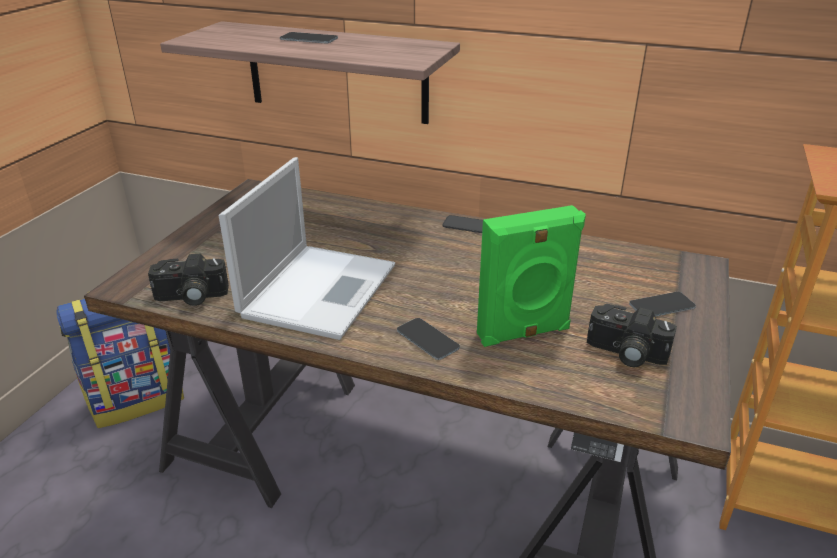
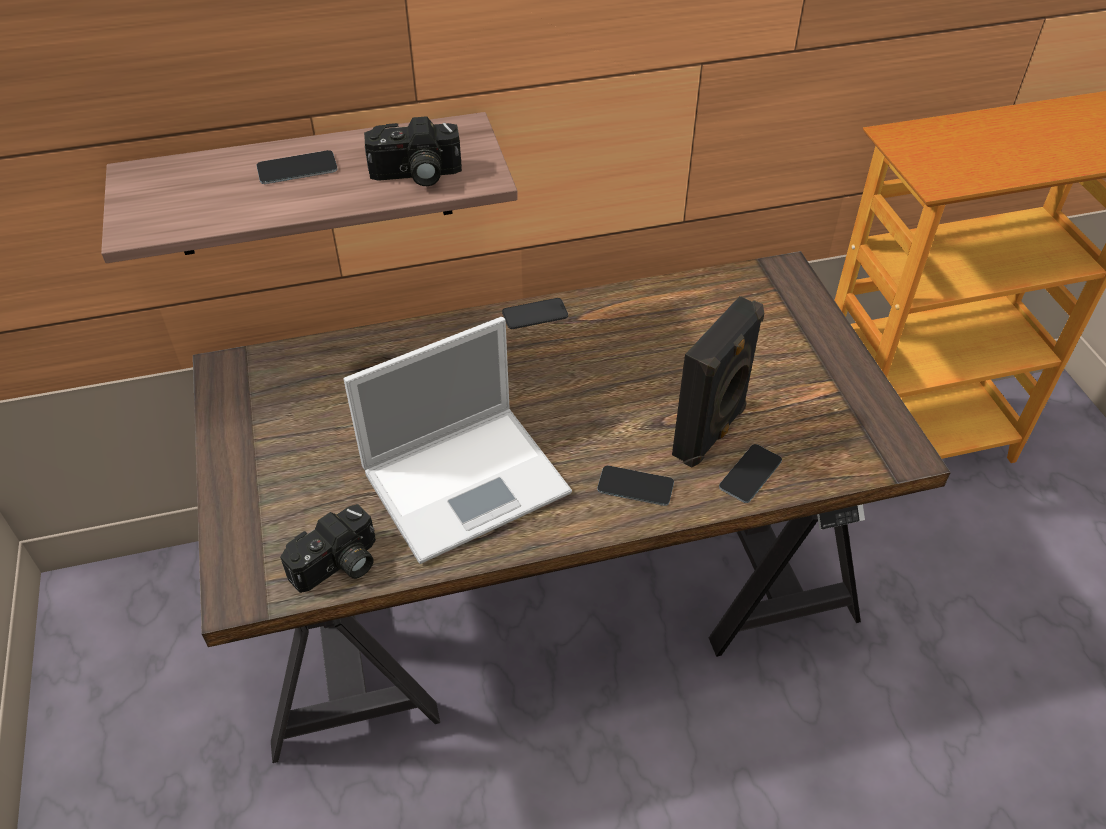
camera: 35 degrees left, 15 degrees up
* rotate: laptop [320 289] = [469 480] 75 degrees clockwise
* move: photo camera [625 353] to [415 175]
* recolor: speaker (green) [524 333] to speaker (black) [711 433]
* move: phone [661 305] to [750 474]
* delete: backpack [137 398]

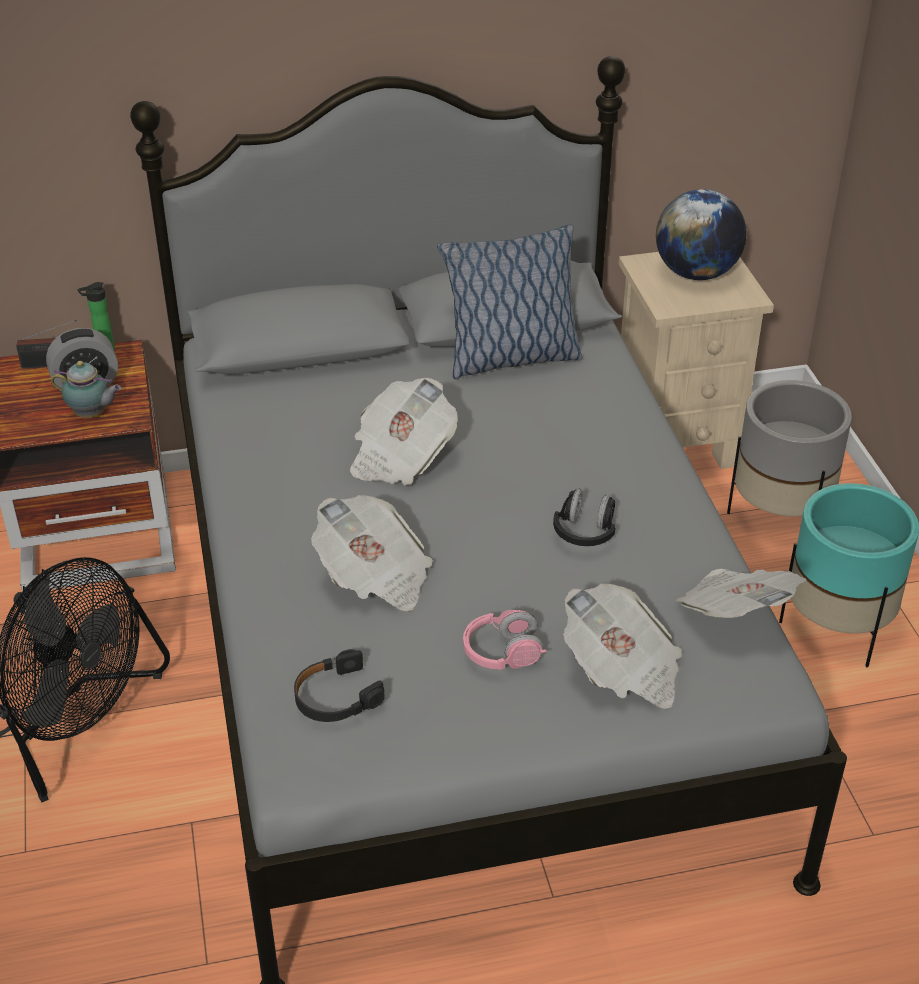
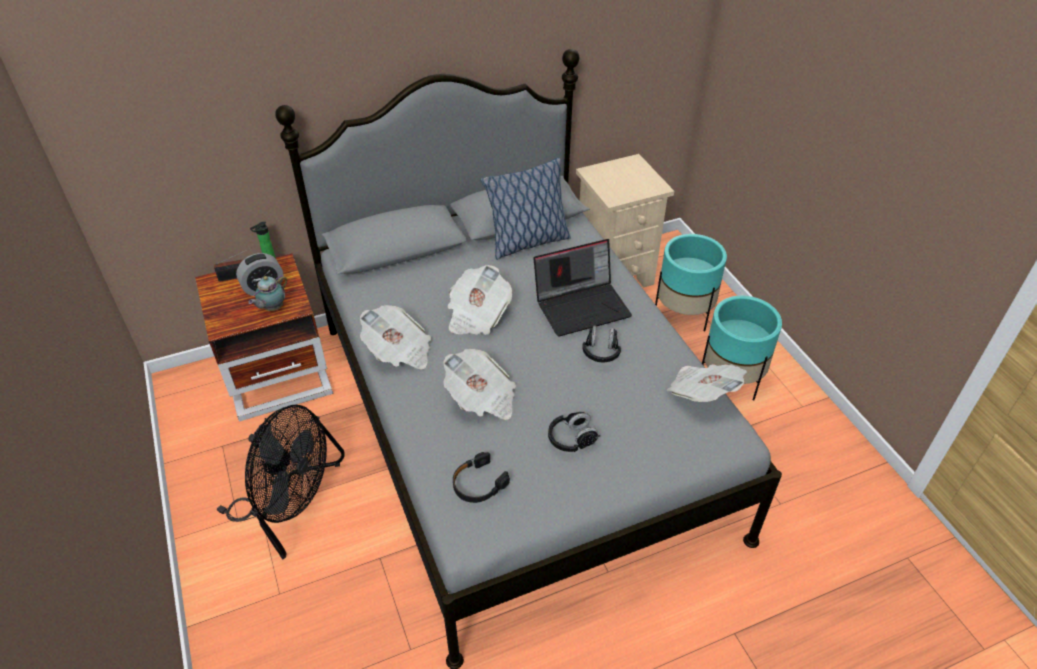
camera: 10 degrees left, 5 degrees up
* rotate: teapot [92 415] = [272 308] 120 degrees clockwise
* move: newspaper [622 670] to [399 351]
* insert: laptop [582 306]
* recolor: headphones (pink) [502 654] to headphones (black) [572 439]
* recolor: planter (grey) [779 517] to planter (turquoise) [683 313]
* delete: globe [696 273]

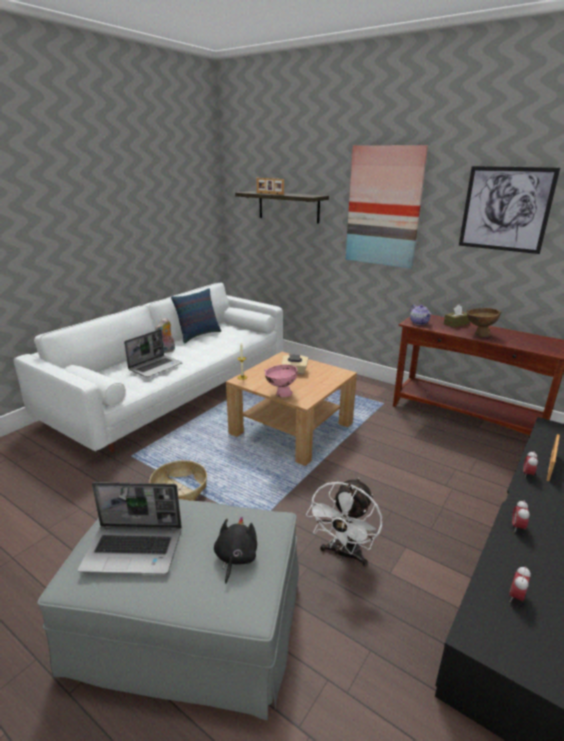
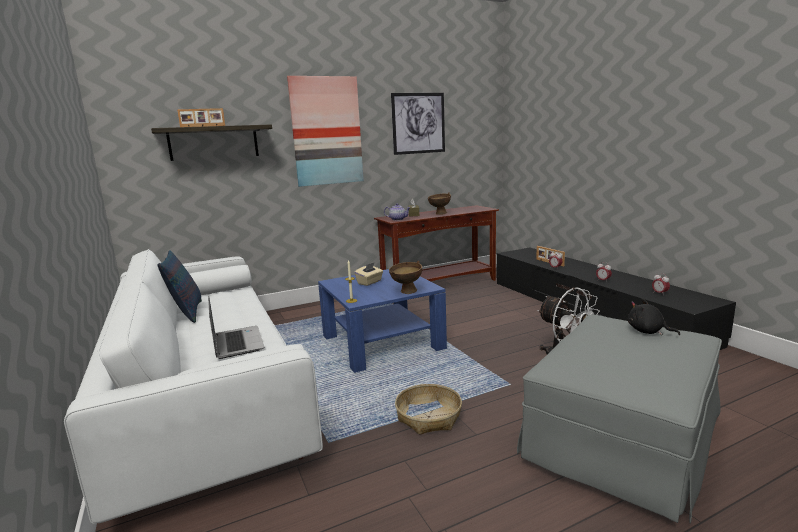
camera: 60 degrees left, 10 degrees down
* recolor: coffee table (brown) [291 428] to coffee table (blue) [382 342]
* recolor: bowl (pink) [280 393] to bowl (brown) [406 292]
* delete: laptop [134 549]
* delete: plush toy [167 351]

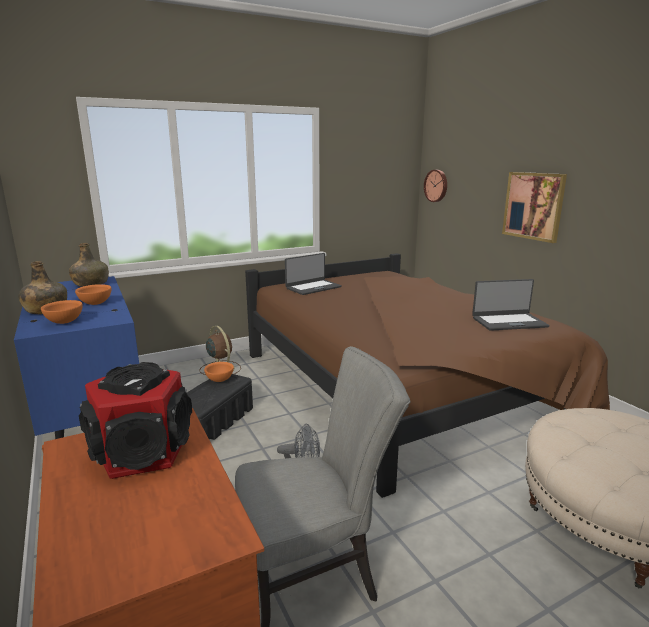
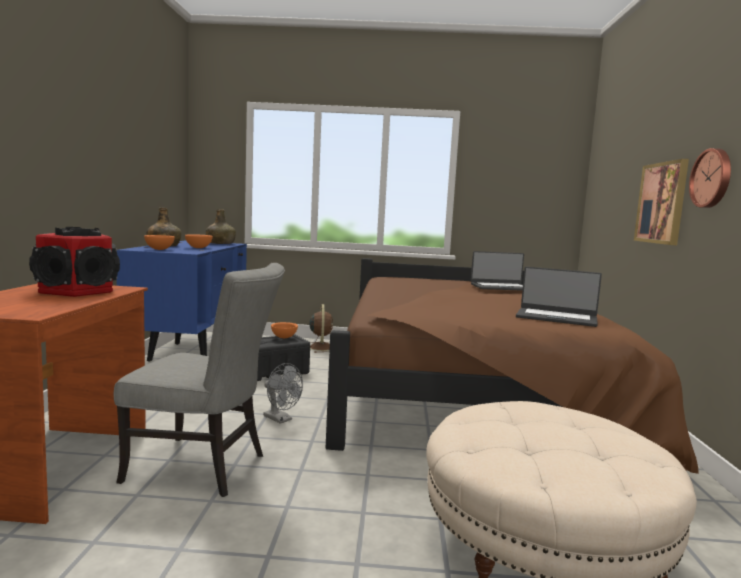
camera: 30 degrees right, 10 degrees down
* move: laptop [313 287] to [501 287]
* move: wall clock [436 185] to [712 178]

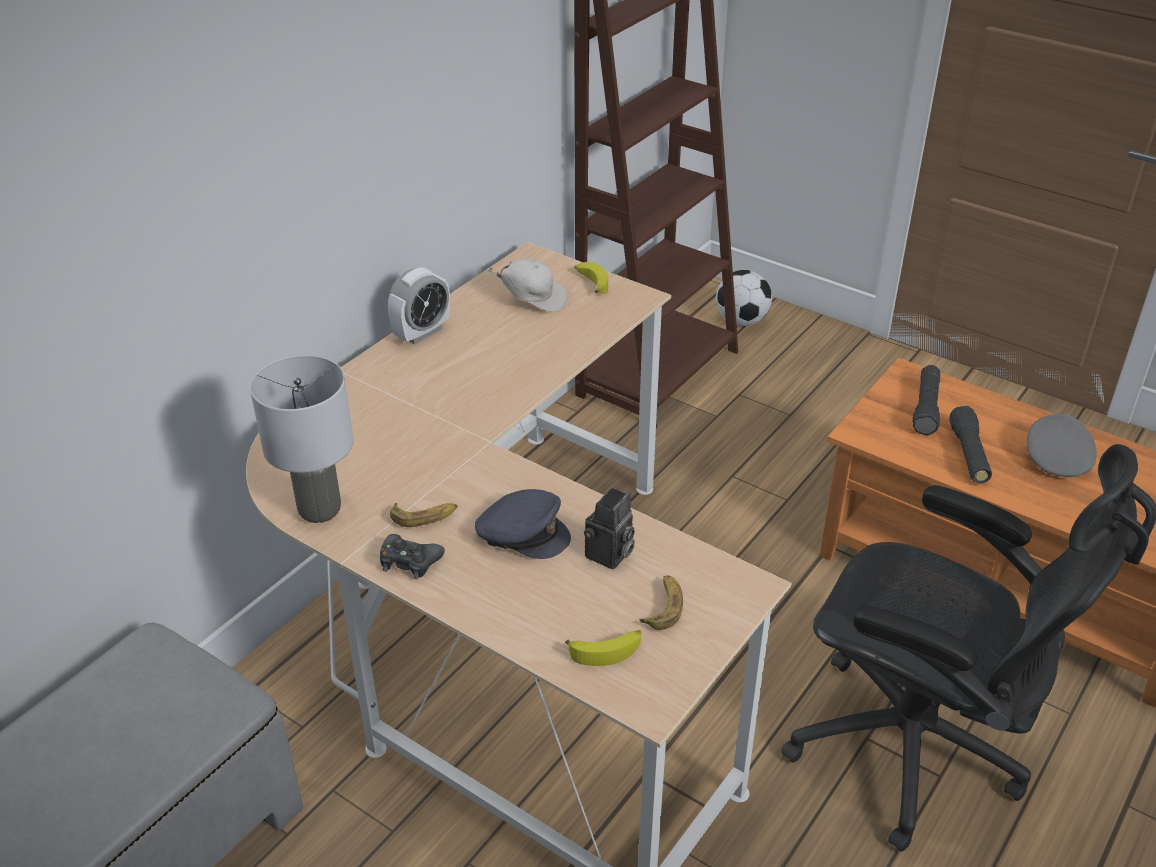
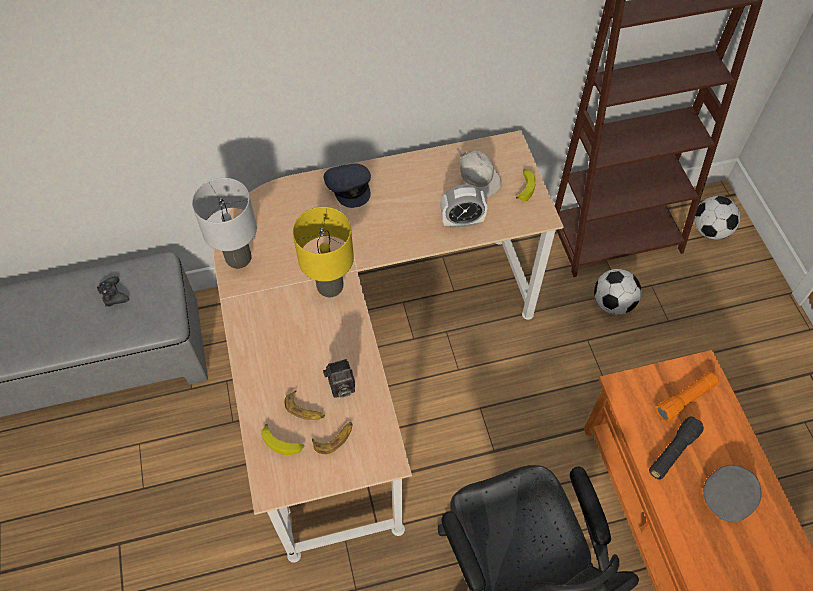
camera: 40 degrees right, 20 degrees up
* move: game controller (black) [409 561] to [113 295]
* move: banana [424 516] to [304 409]
* insert: table lamp (yellow) [330 289]
* move: cap (grey) [523 533] to [349 187]
* move: alarm clock [421 333] to [462 221]
* insert: football [612 303]
* recolor: flashlight (black) [926 408] to flashlight (orange) [685 399]

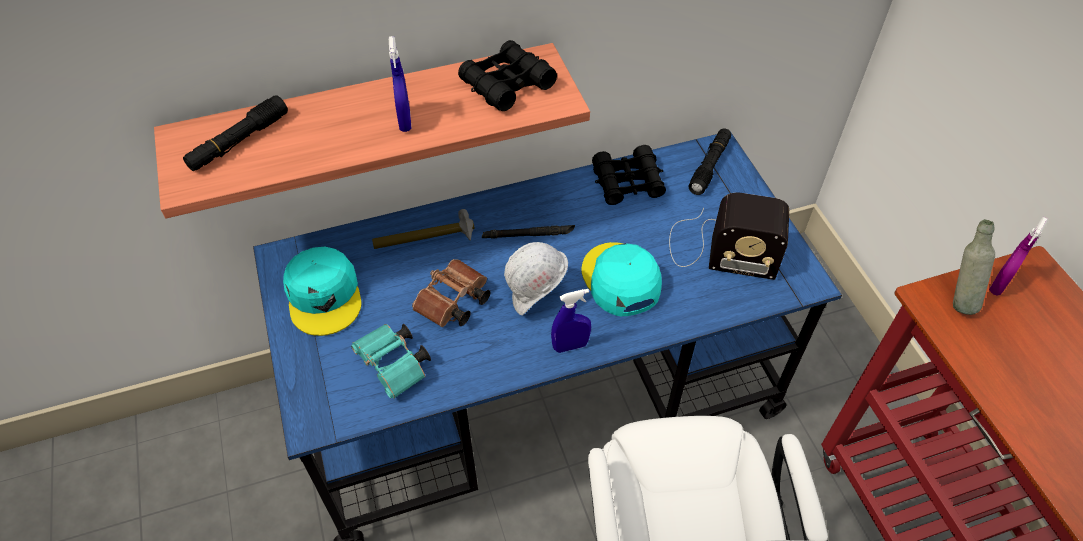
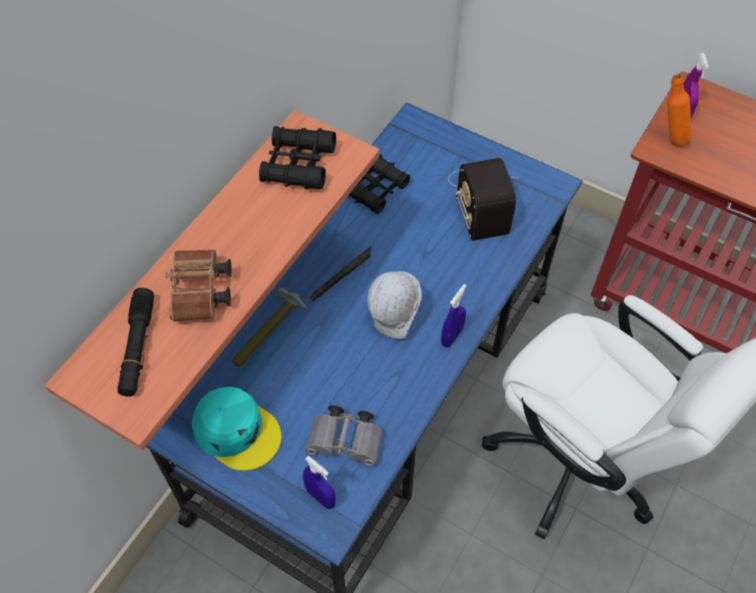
camera: 40 degrees left, 5 degrees up
* move: binoculars (brown) [453 304] to [201 294]
* move: spray bottle (blue) [405 121] to [320 497]
* recolor: binoculars (turquoise) [395 367] to binoculars (grey) [347 442]
* rotate: radio [718 249] = [481 198] 105 degrees clockwise
* recolor: bottle (grey) [957 299] to bottle (orange) [670 138]
* delete: cap (turquoise) [620 280]
* delete: flashlight (black) [709 166]

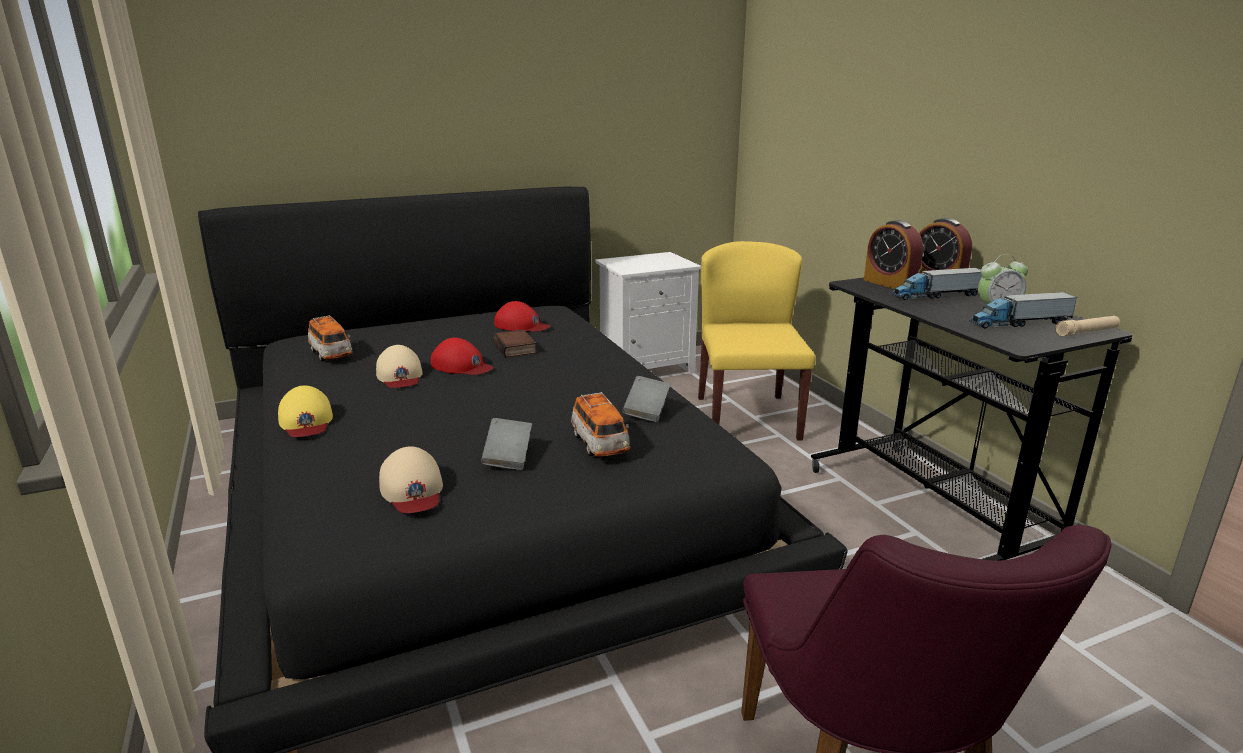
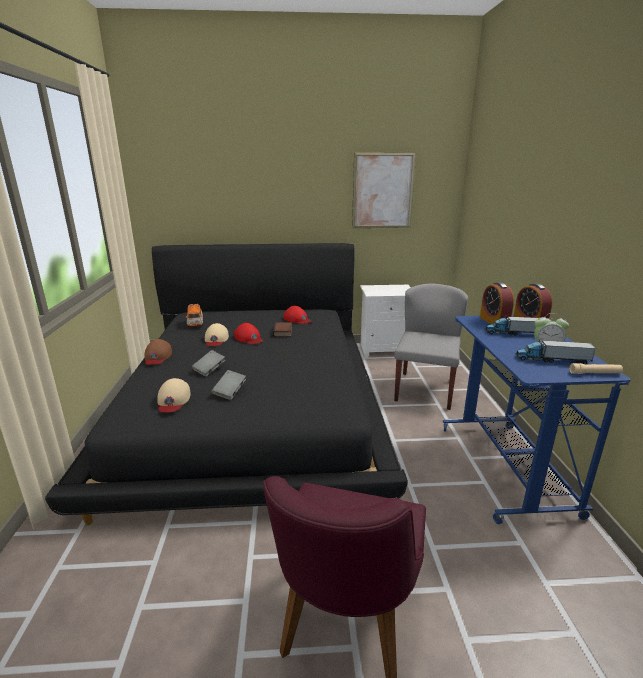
camera: 20 degrees right, 0 degrees up
* recolor: cap (yellow) [306 421] to cap (brown) [157 356]
* move: book (grey) [646 411] to [209 370]
* insert: picture [383 191]
* recolor: chair (yellow) [747 417] to chair (grey) [425 389]
* recolor: desk (black) [930 508] to desk (blue) [505 468]
* delete: toy car [599 444]

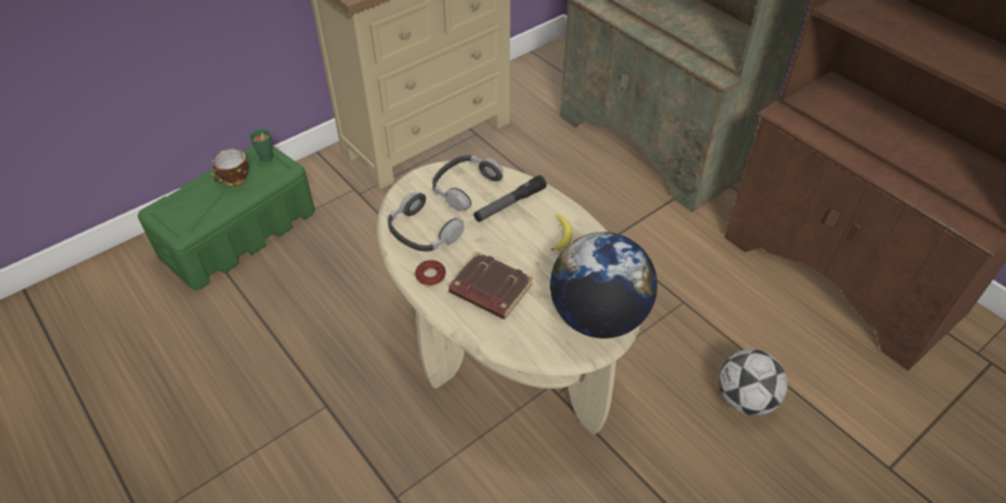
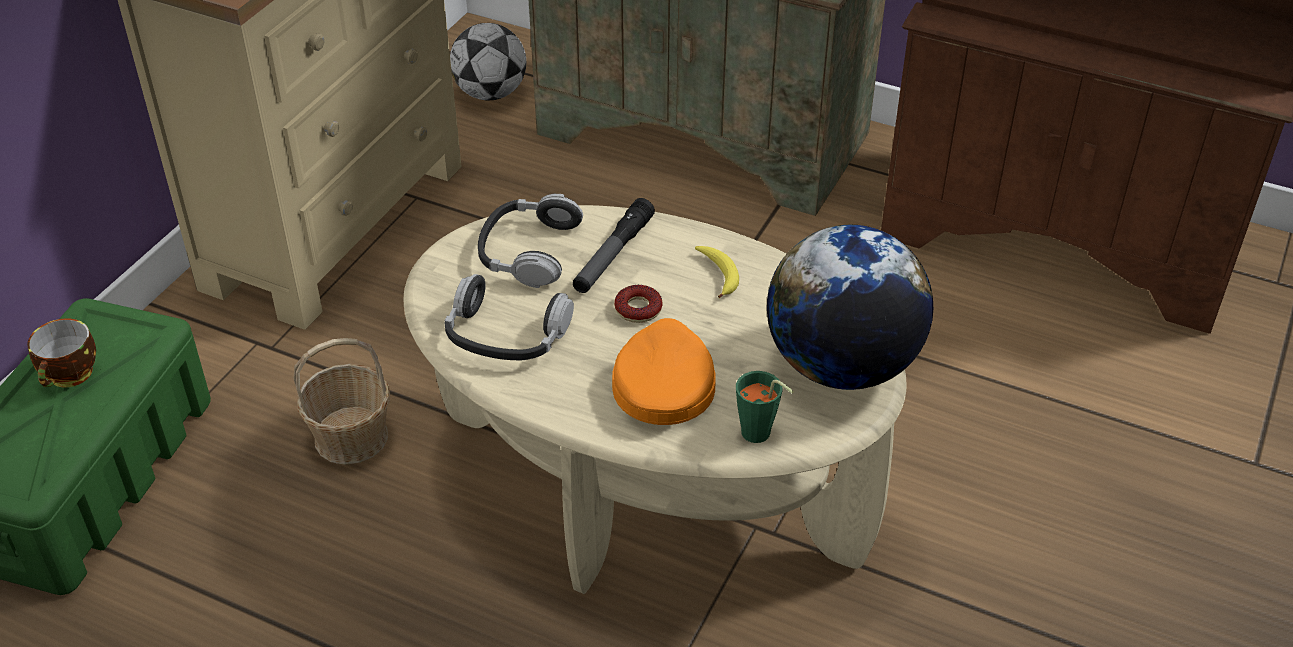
camera: 25 degrees left, 5 degrees down
* insert: basket [352 437]
* move: football [745 399] to [490 93]
* replace: book (brown) [489 290] to cap (orange) [663 382]
* move: donut [430 276] to [638 309]
* move: cup (green) [266 159] to [760 436]

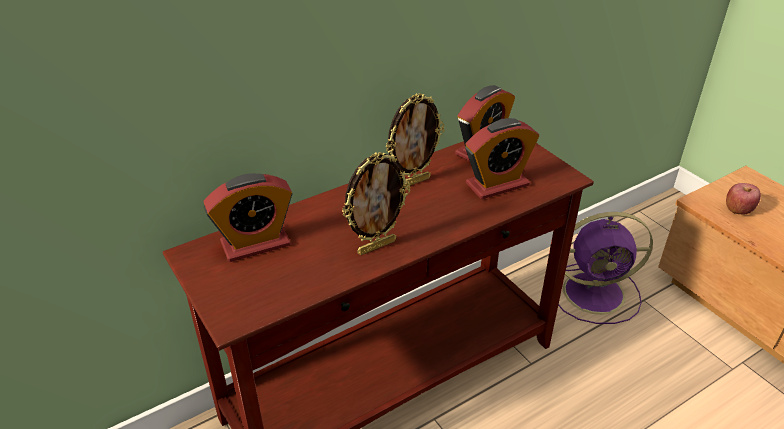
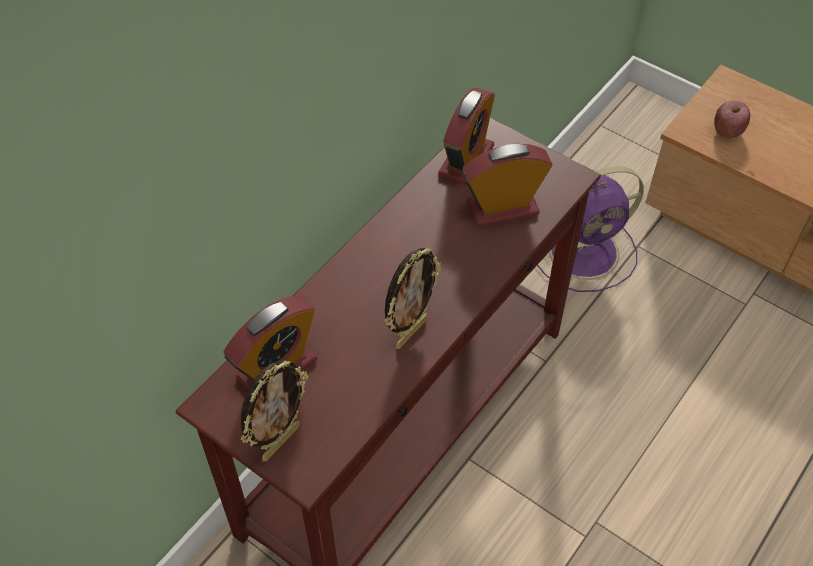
camera: 20 degrees left, 15 degrees up
* move: picture frame [413 182] to [280 441]
* rotate: alarm clock [497 184] = [502 208] 150 degrees counterclockwise

